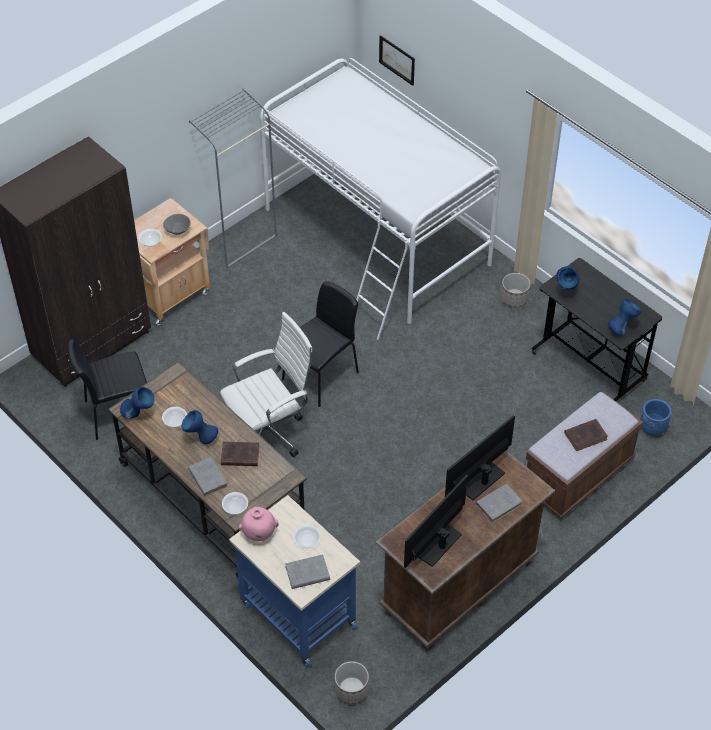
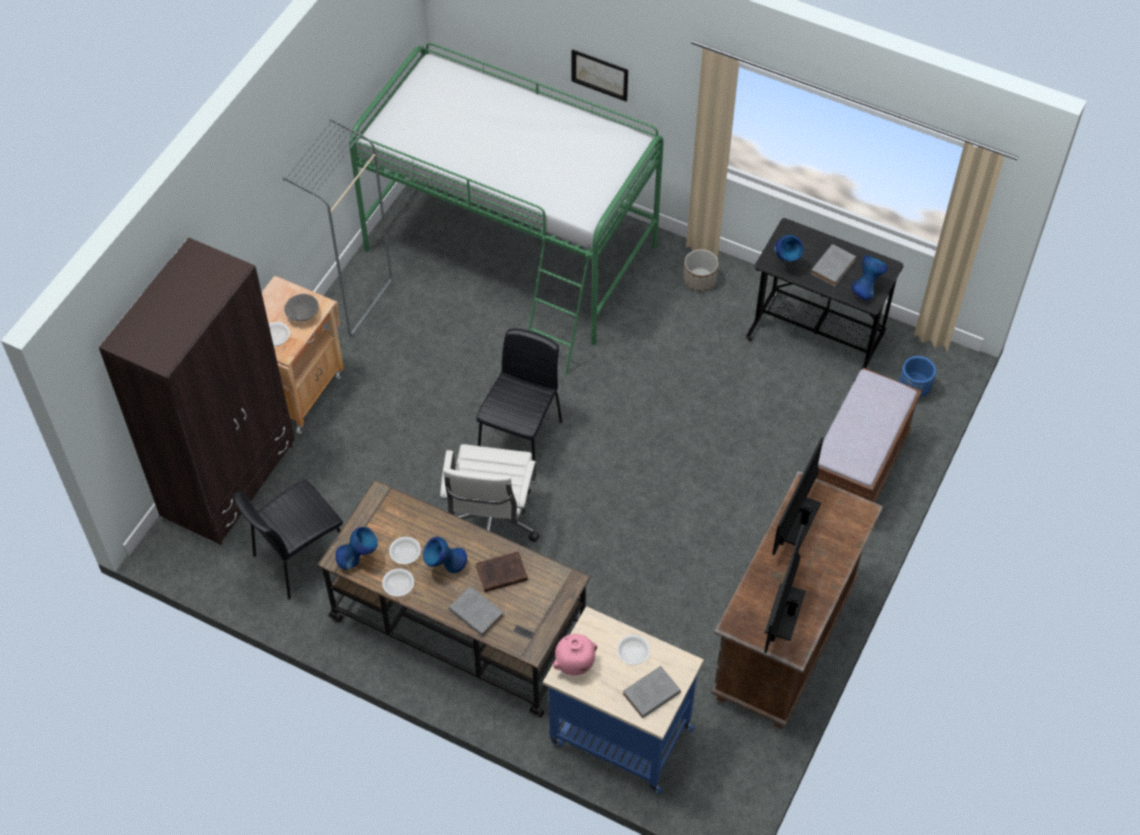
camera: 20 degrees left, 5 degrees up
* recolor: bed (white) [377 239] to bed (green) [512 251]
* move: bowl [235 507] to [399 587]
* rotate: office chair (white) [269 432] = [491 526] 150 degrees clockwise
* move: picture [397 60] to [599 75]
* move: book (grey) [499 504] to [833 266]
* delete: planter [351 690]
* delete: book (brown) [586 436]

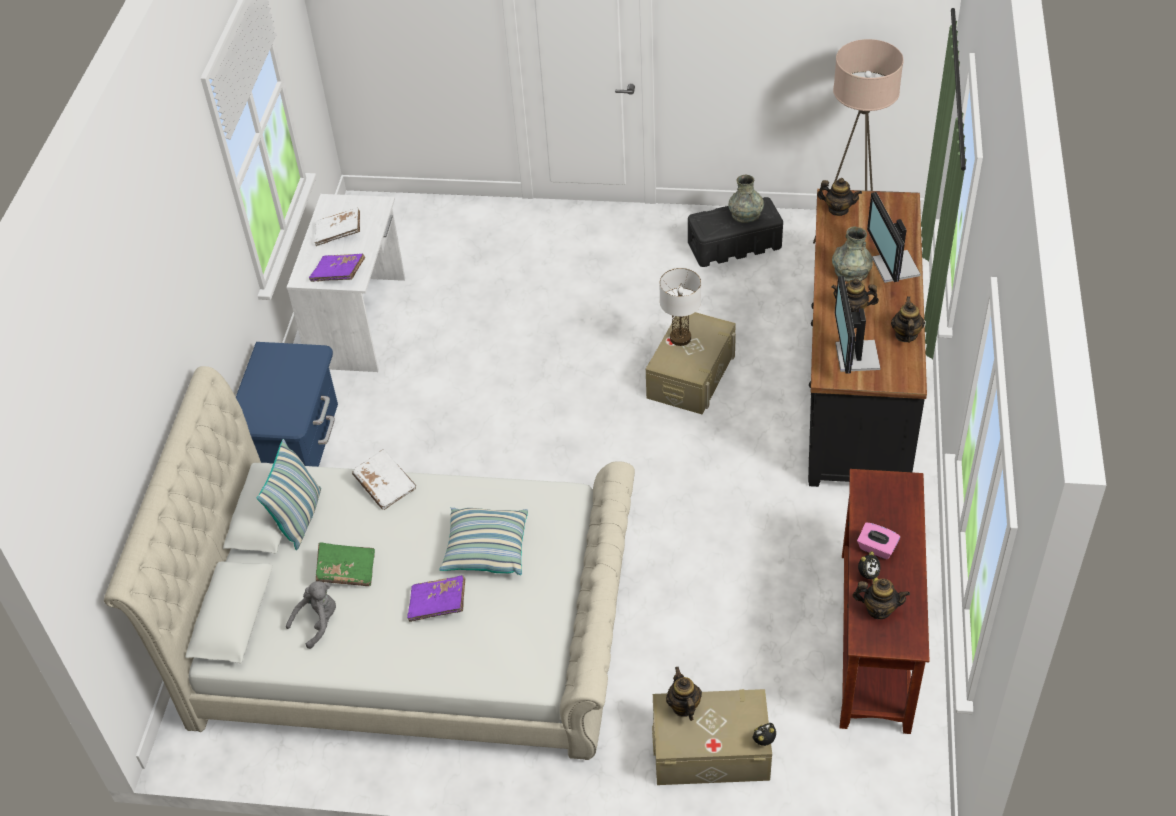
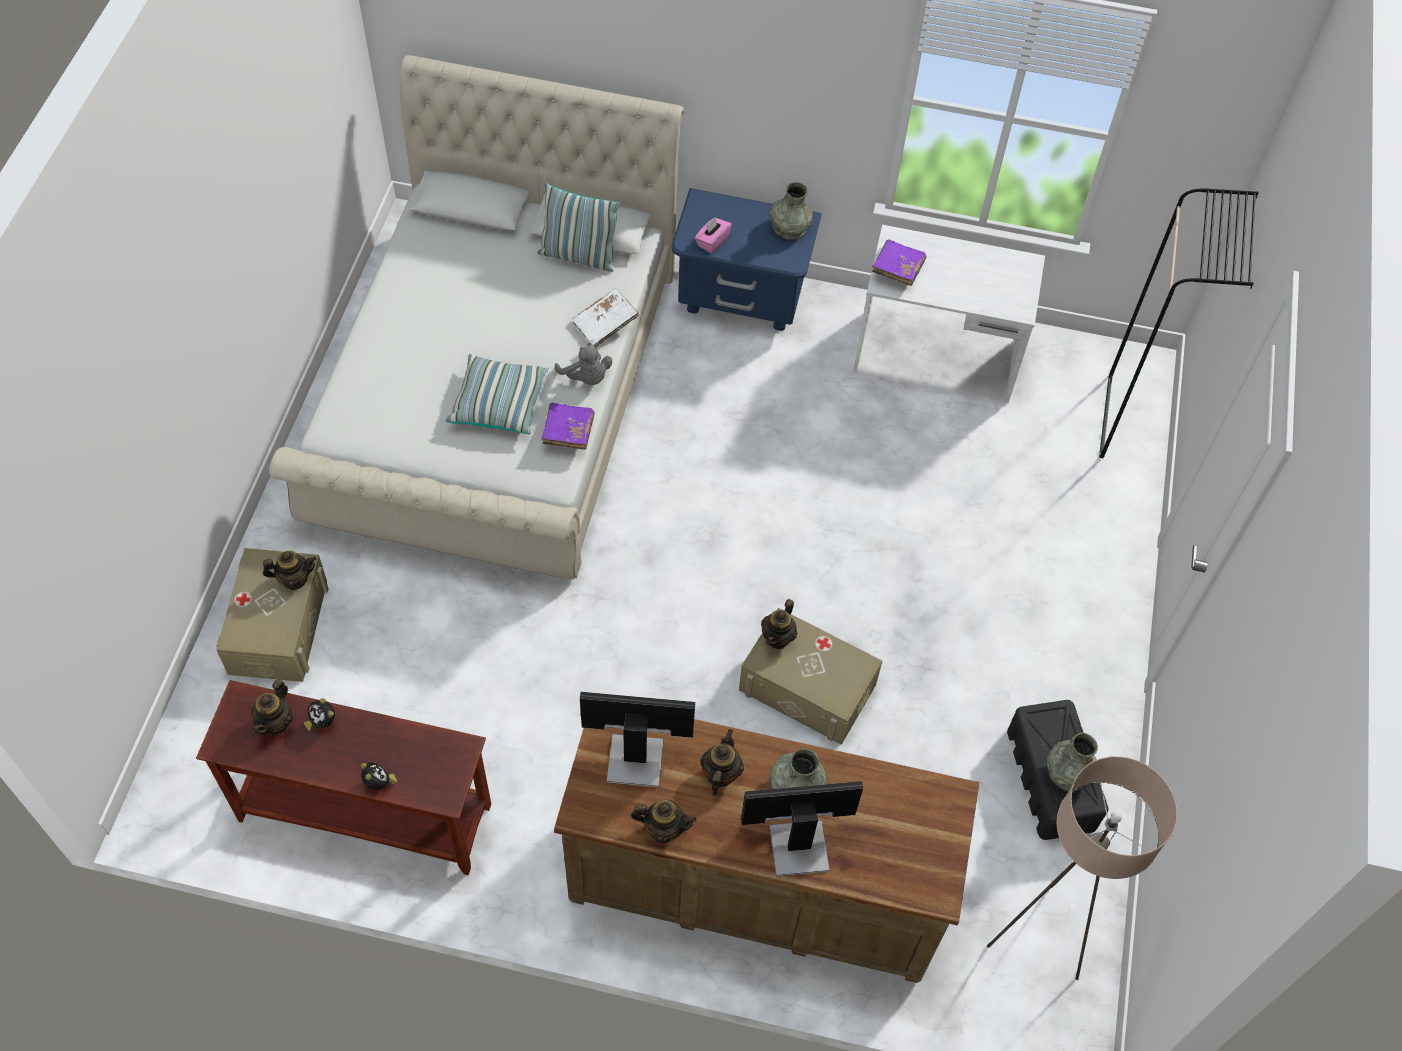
camera: 90 degrees right, 10 degrees up
* move: alarm clock [763 740] to [379 783]
* move: book (purple) [438 604] to [568 432]
* move: plush toy (grey) [318 622] to [586 377]
* move: tissue box (pink) [876 548] to [712 241]
* move: teapot [838 209] to [778 637]
* insert: vase (grey) [789 227]
* insert: clothes rack (black) [1134 424]
* delete: book (white) [339 233]
* delete: book (green) [346 570]
* delete: table lamp [680 338]

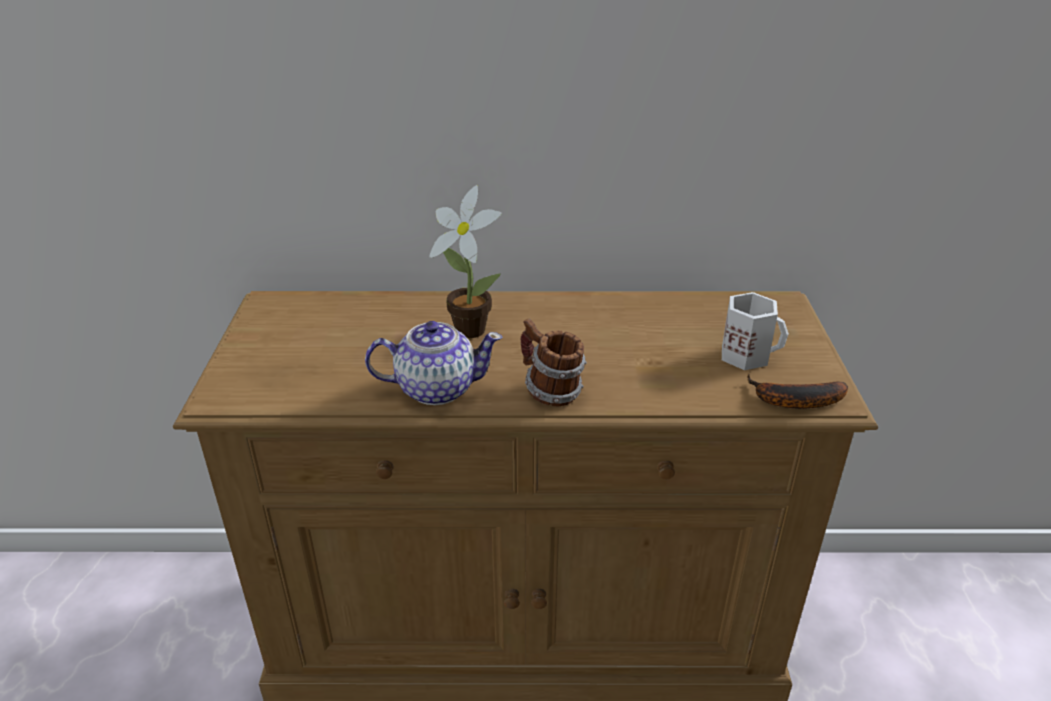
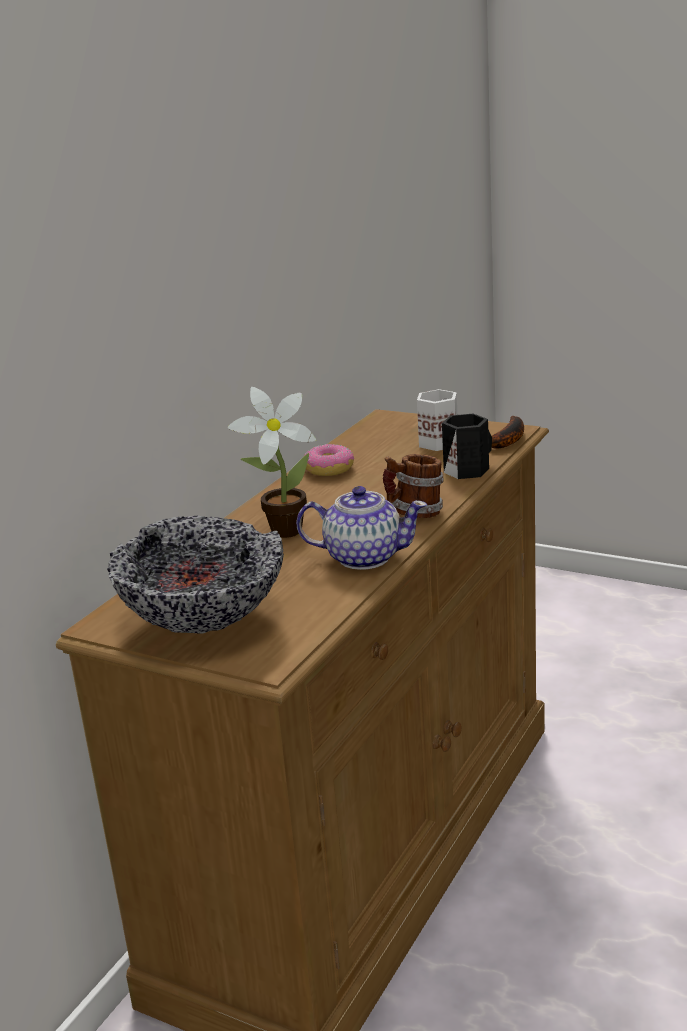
camera: 60 degrees left, 10 degrees down
* insert: bowl [205 620]
* rotate: teapot [435 388] = [363 557] 75 degrees clockwise
* insert: donut [329 469]
* insert: mug (black) [467 469]

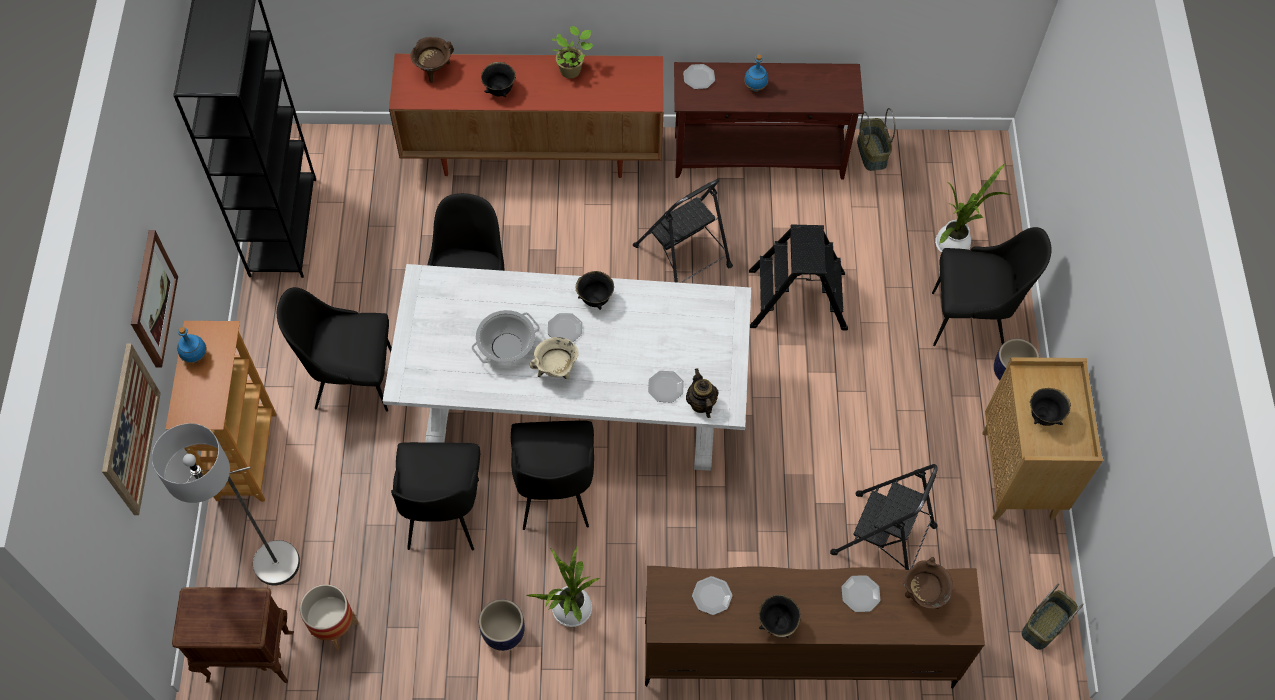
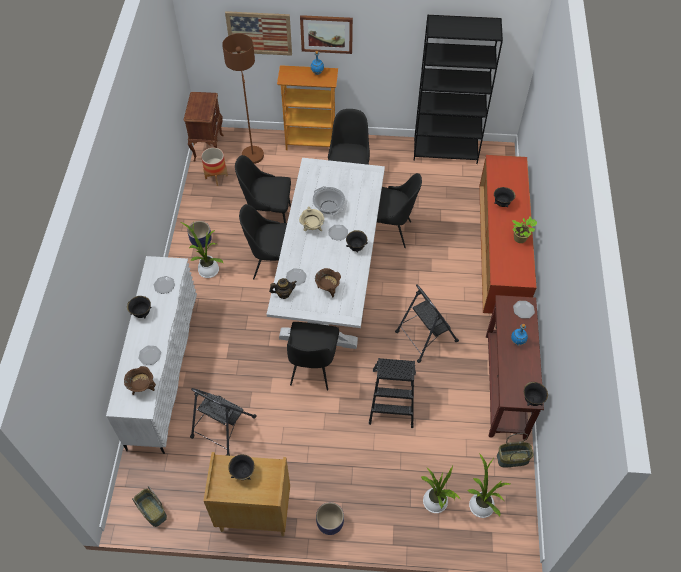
camera: 95 degrees right, 5 degrees down
* recolor: dresser (brown) [796 652] to dresser (white) [164 372]
* recolor: floor lamp (grey) [263 567] to floor lamp (brown) [251 151]
* move: chair (black) [968 321] to [312 368]
* move: cooking pot (brown) [433 70] to [328 289]
* insert: potted plant [480 504]
* insert: bowl (black) [532 400]

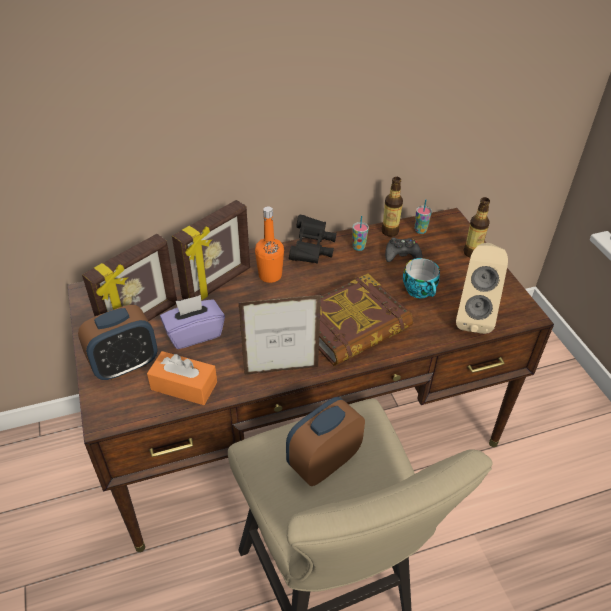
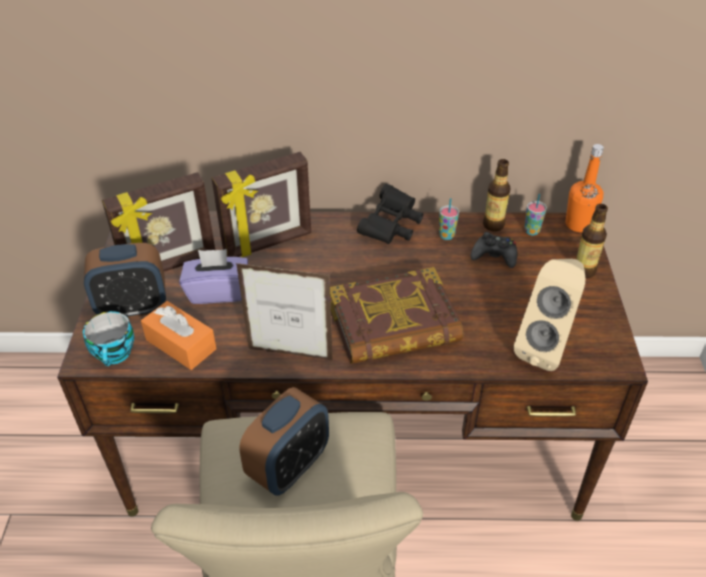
camera: 20 degrees right, 0 degrees up
* move: cup [420 291] to [115 354]
* rotate: alarm clock [323 462] = [289 466] 150 degrees clockwise
* move: bottle (orange) [270 275] to [578 224]

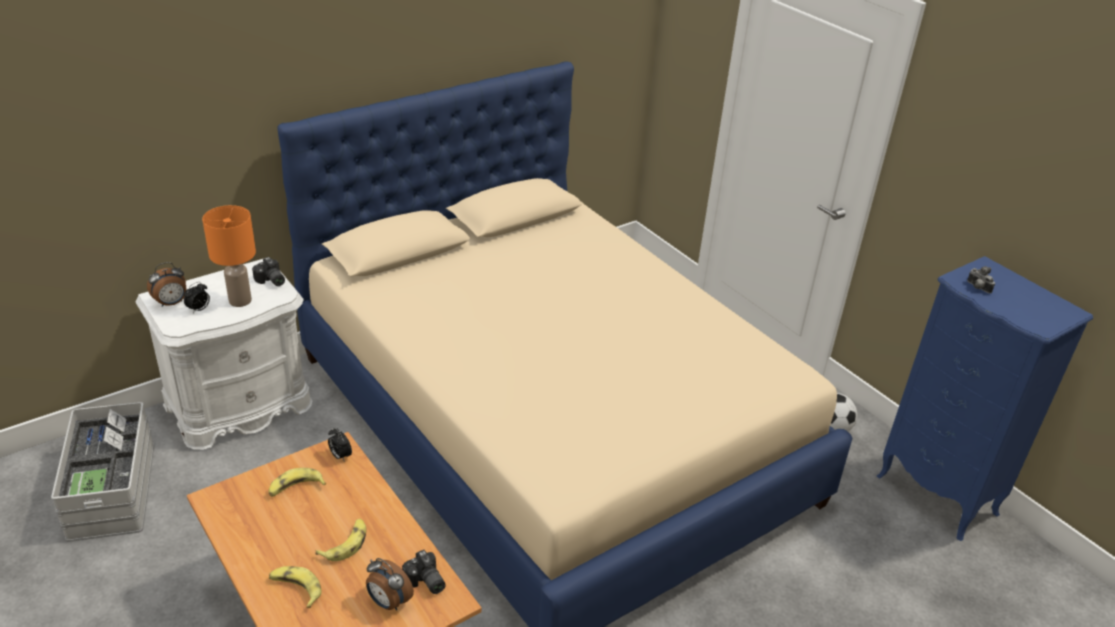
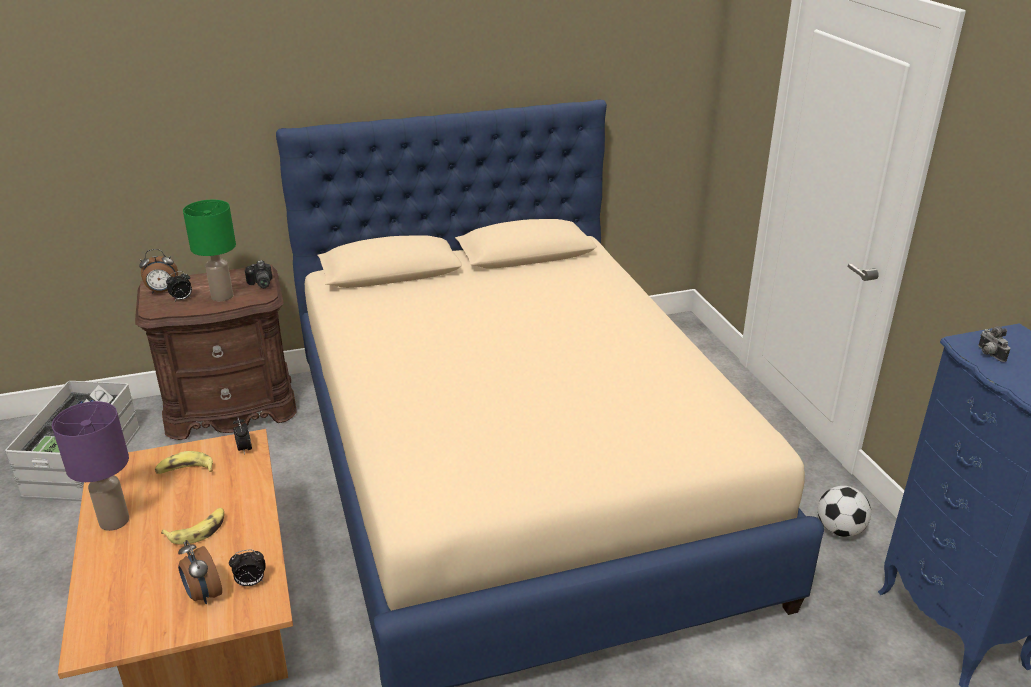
camera: 20 degrees right, 5 degrees down
* insert: table lamp (purple) [114 521]
* recolor: nightstand (white) [242 408] to nightstand (brown) [232 409]
* recolor: table lamp (orange) [241 300] to table lamp (green) [223 296]
* replace: photo camera [425 582] to alarm clock [250 583]
* delete: banana [296 589]

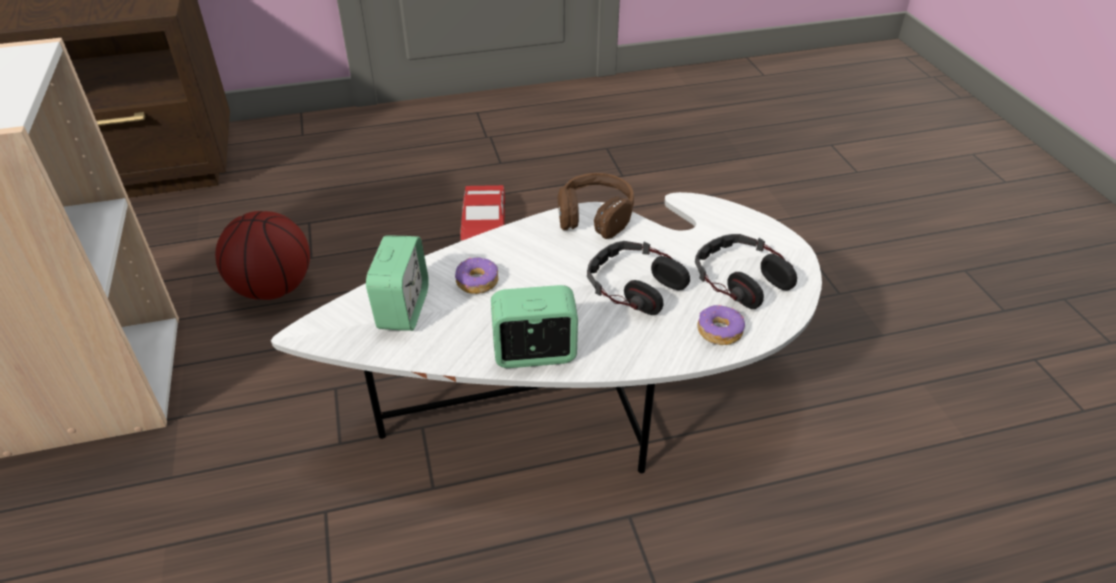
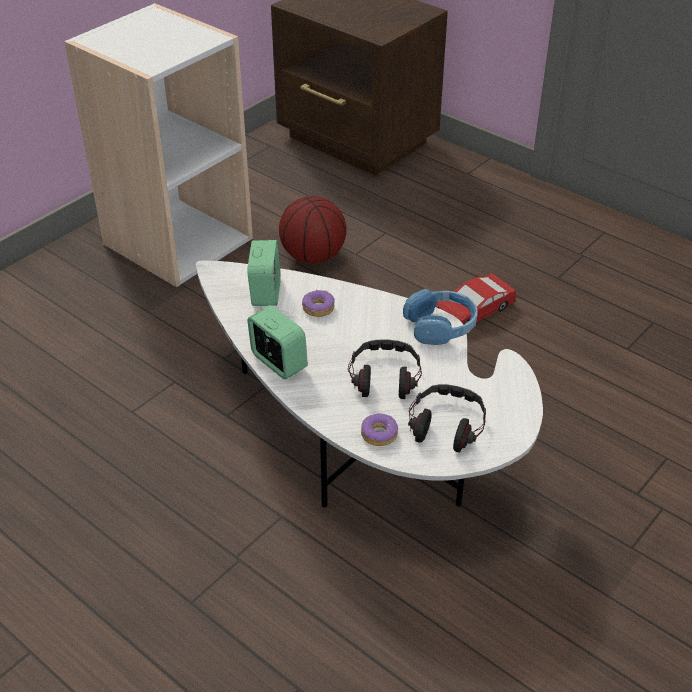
camera: 55 degrees right, 0 degrees up
* rotate: alarm clock [403 309] = [265 292] 60 degrees counterclockwise
* recolor: headphones (brown) [595 216] to headphones (blue) [441 326]

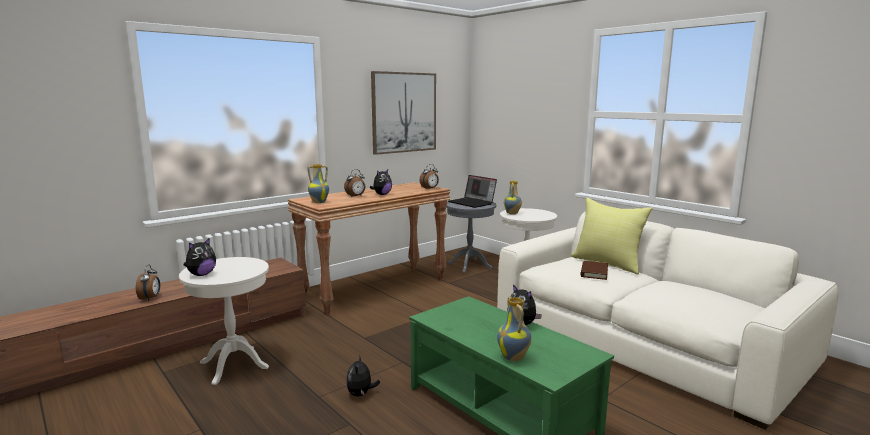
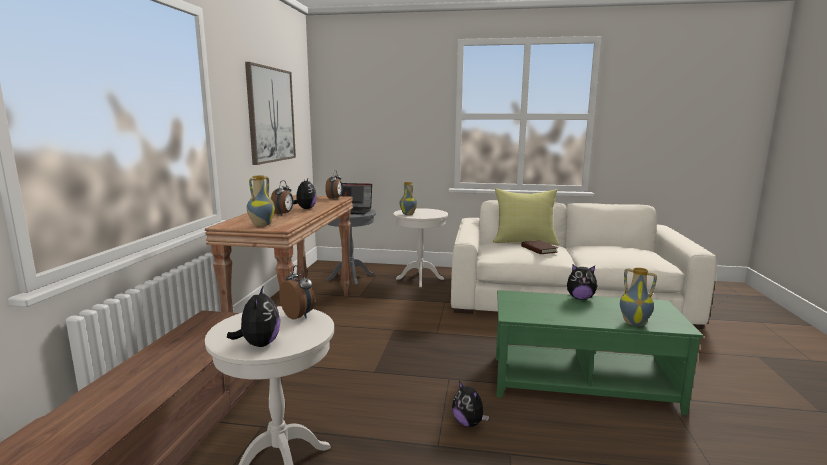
camera: 40 degrees left, 0 degrees up
* move: alarm clock [150 298] to [299 316]

